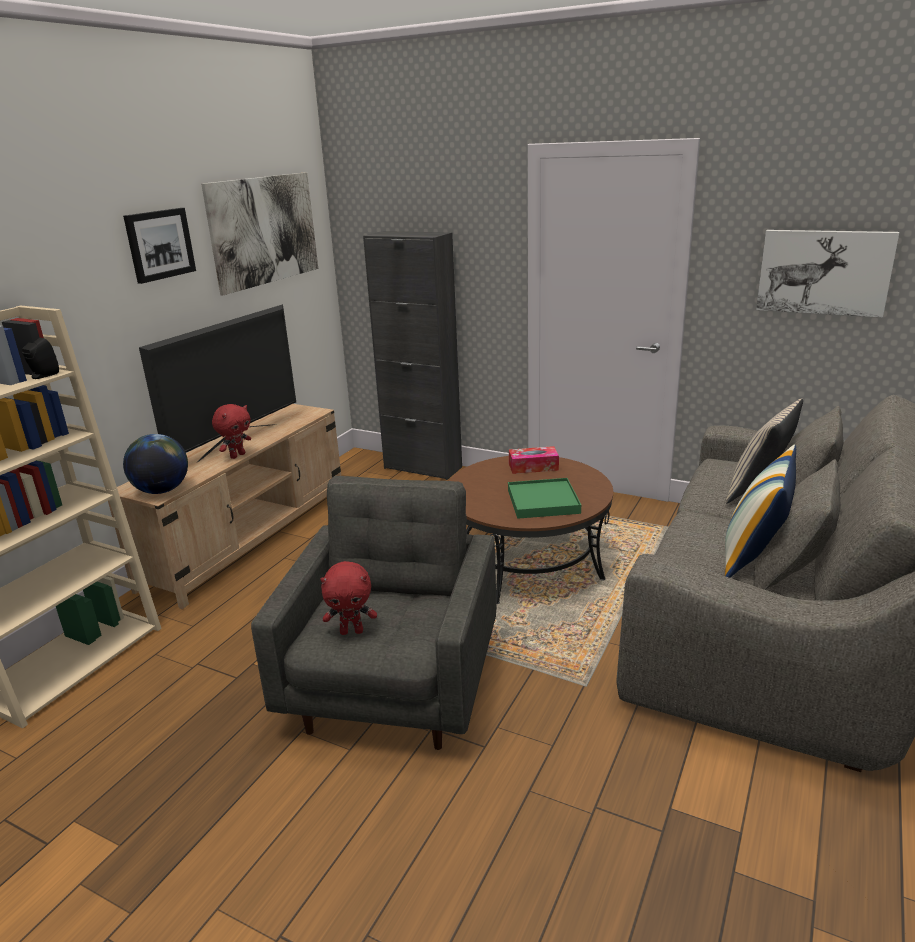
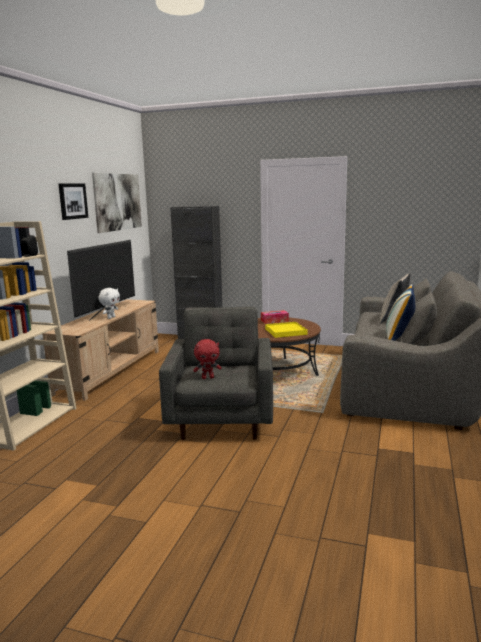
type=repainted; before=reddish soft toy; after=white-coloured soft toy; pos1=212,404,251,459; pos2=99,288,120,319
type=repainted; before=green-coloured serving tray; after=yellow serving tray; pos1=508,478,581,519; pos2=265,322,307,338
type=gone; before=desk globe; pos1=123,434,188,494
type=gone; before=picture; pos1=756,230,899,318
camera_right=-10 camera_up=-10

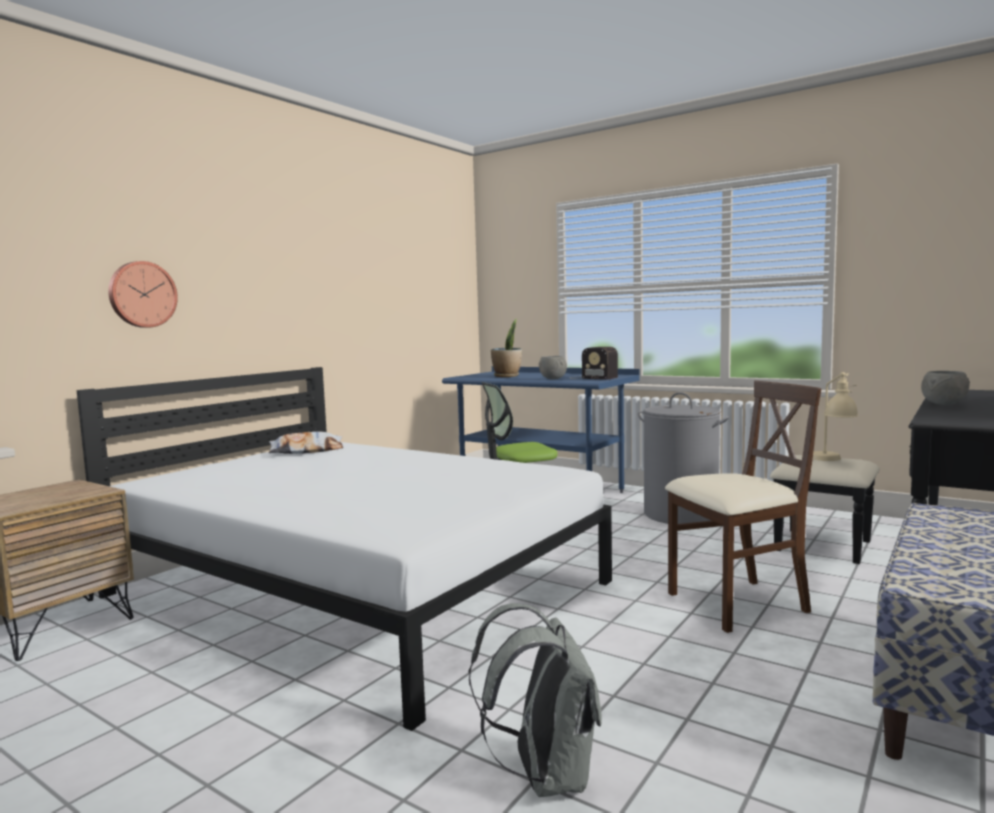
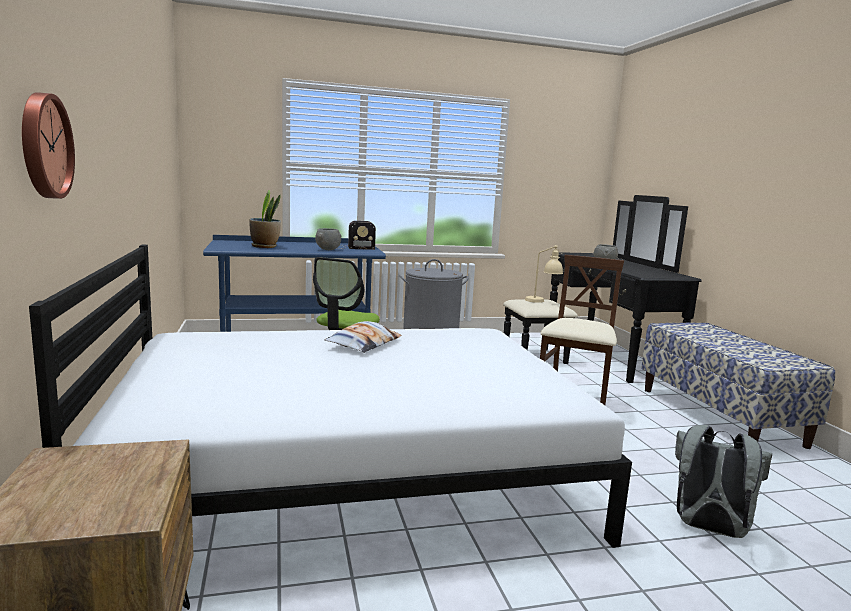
type=shifted; before=cushion; pos1=269,432,343,454; pos2=324,321,402,353
camera_right=-50 camera_up=5

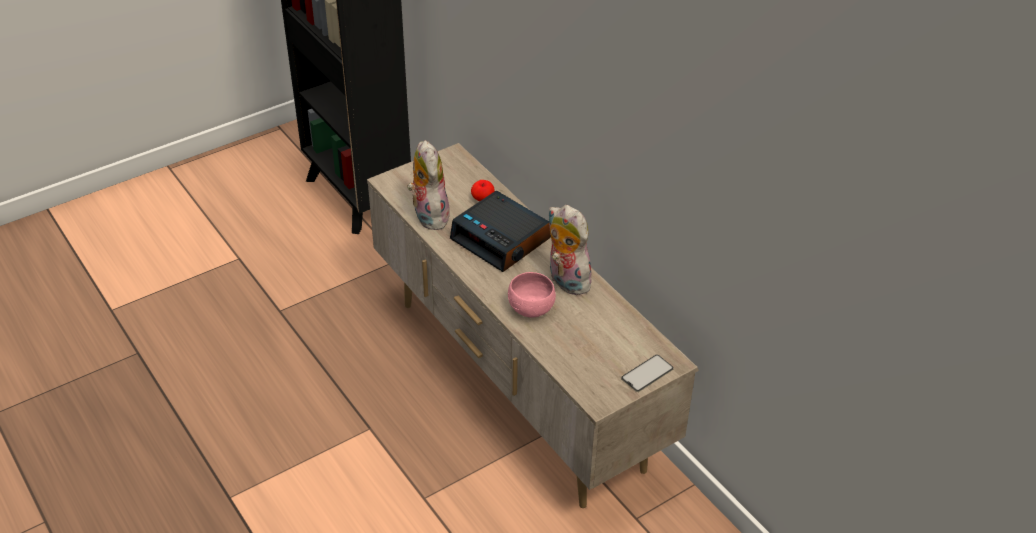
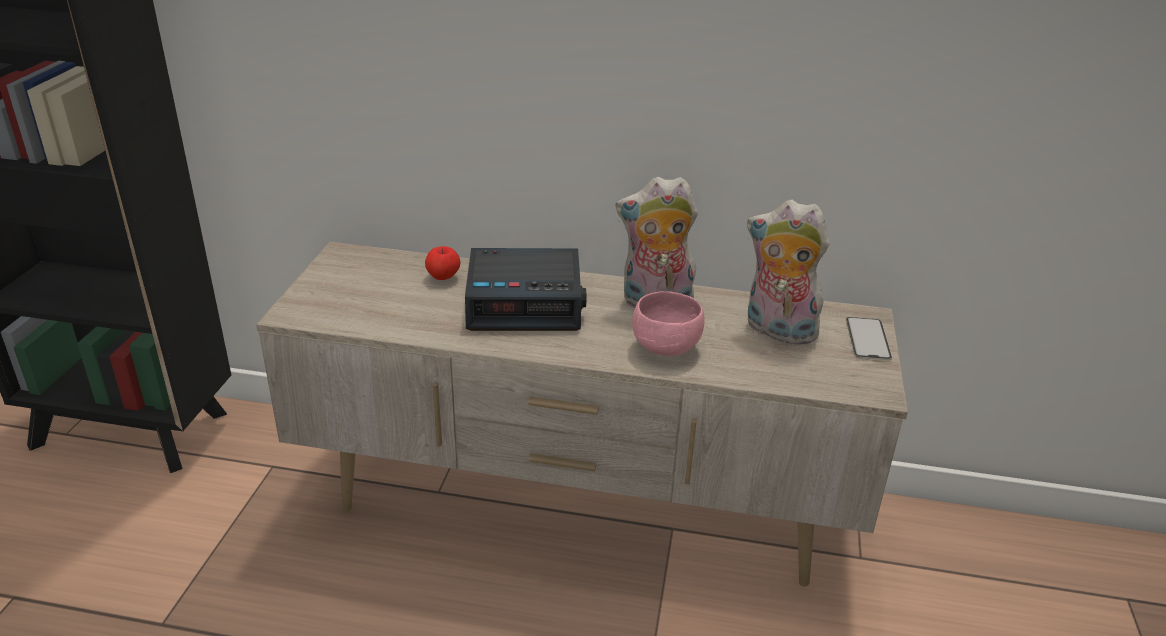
type=shifted; before=soft toy; pos1=407,140,450,230; pos2=747,200,830,345
camera_right=-45 camera_up=-10

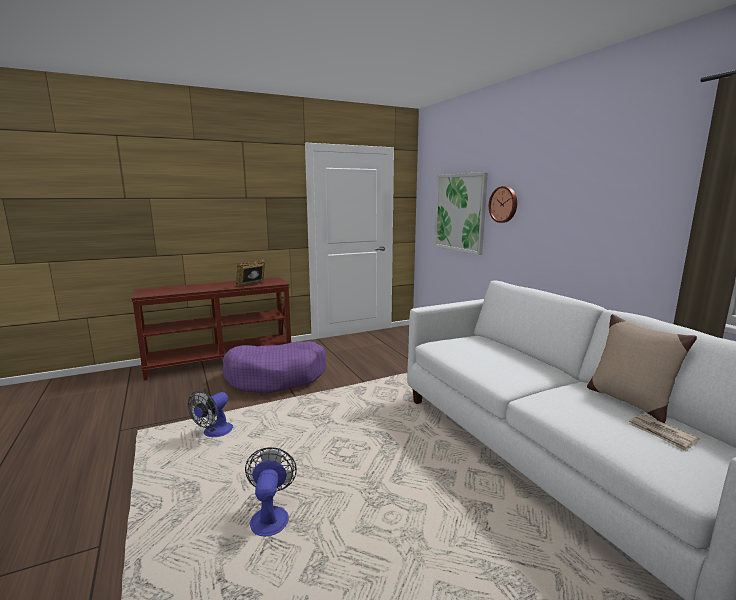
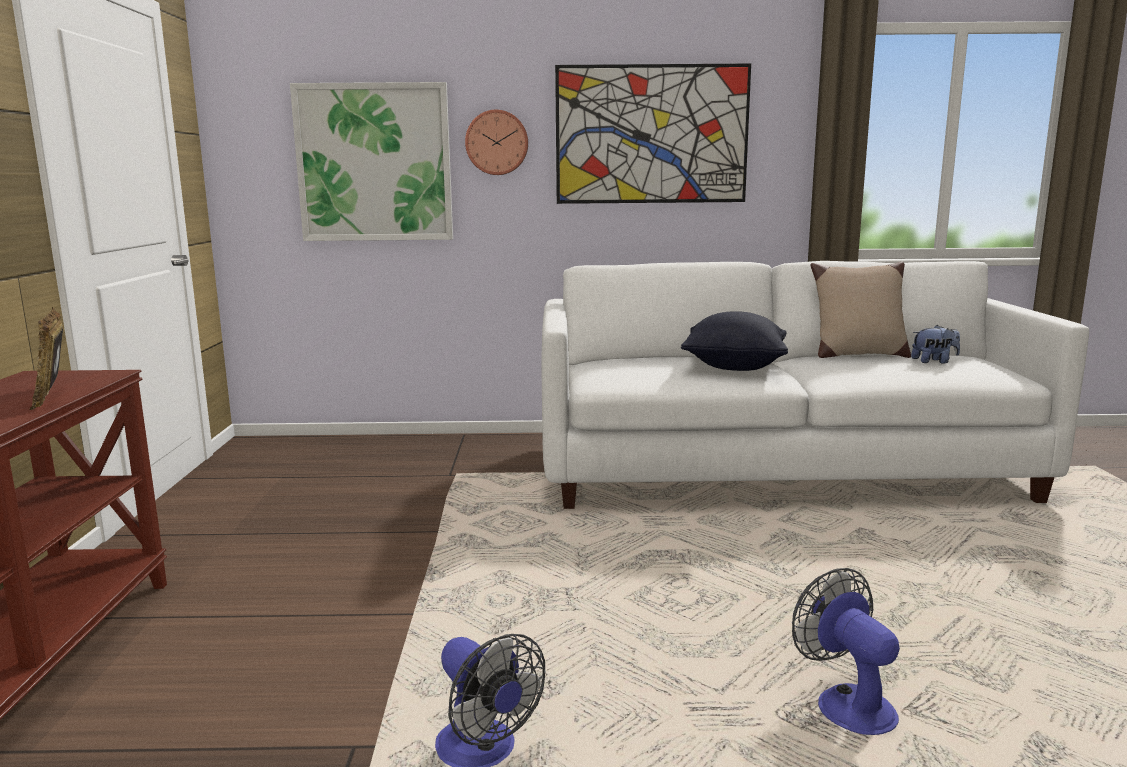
type=new; after=picture; pos2=555,63,751,204
type=new; after=black-coloured cushion; pos2=681,311,788,371
type=rotated; before=electric fan; pos1=245,447,297,536; pos2=792,568,900,735; turn=45
type=swapped; before=newspaper; after=soft toy; pos1=629,414,700,452; pos2=911,325,960,364
type=gone; before=purplish pet bed; pos1=223,341,327,394
camera_right=-65 camera_up=0

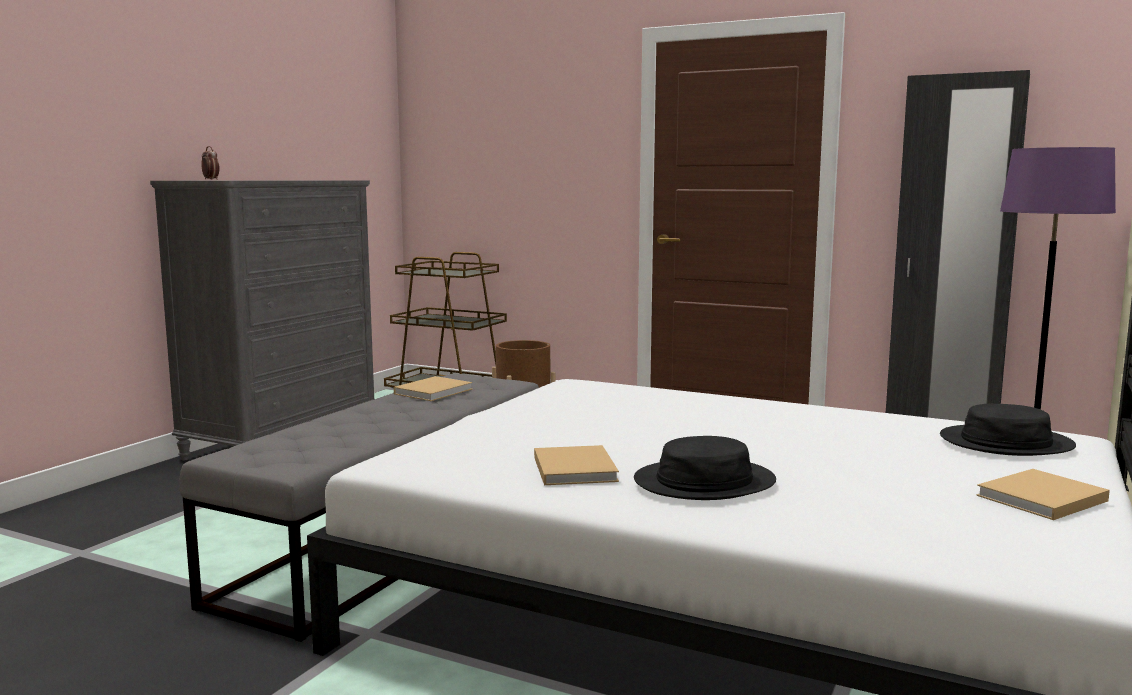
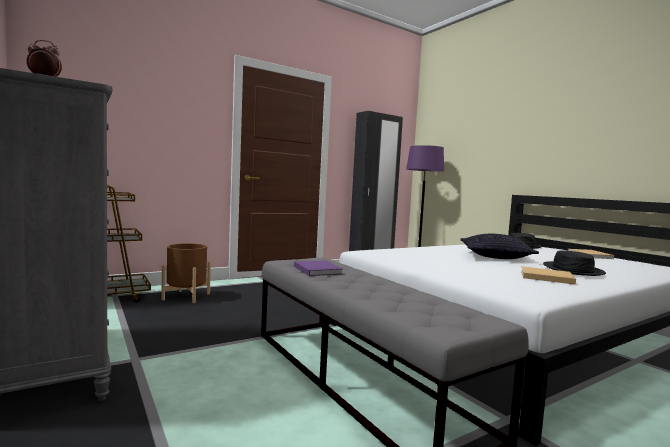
type=repainted; before=beige-coloured book; after=purplish book; pos1=394,376,472,401; pos2=294,260,343,276
type=new; after=cushion; pos2=461,234,539,259
camera_right=-60 camera_up=-5

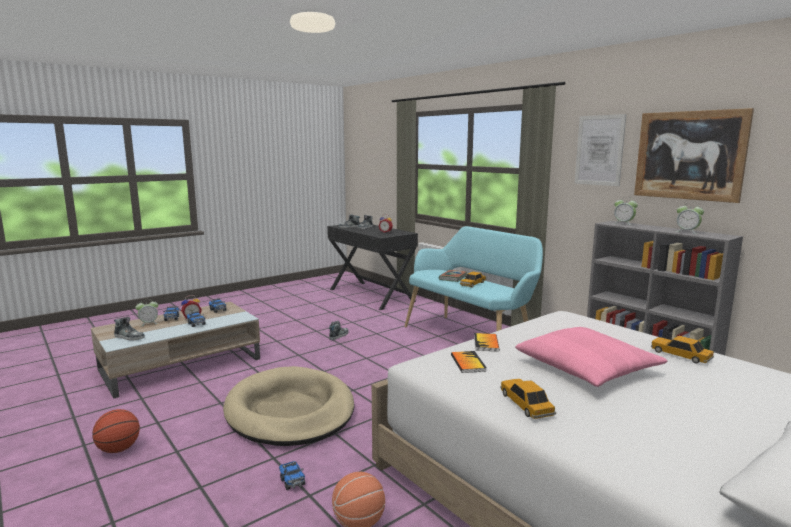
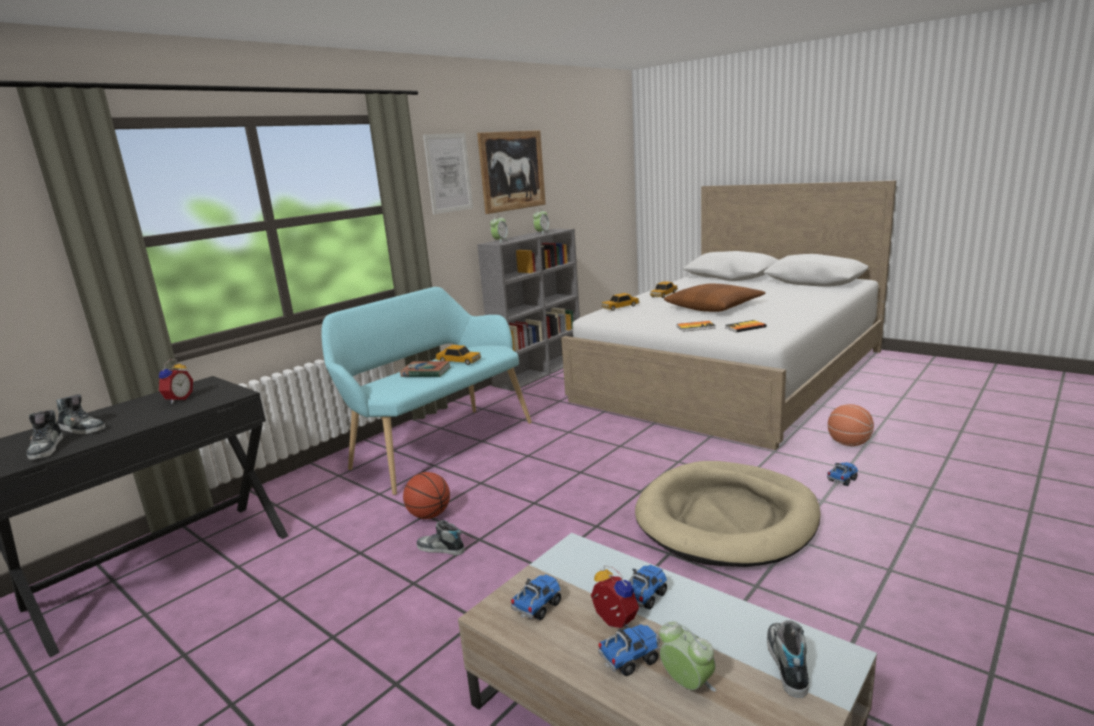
type=shifted; before=ball for basketball; pos1=92,409,140,453; pos2=403,472,450,519
type=shifted; before=model car; pos1=500,379,556,419; pos2=601,293,640,311
type=repainted; before=pinkish cushion; after=brownish cushion; pos1=515,327,667,387; pos2=664,284,765,312
camera_right=-100 camera_up=5

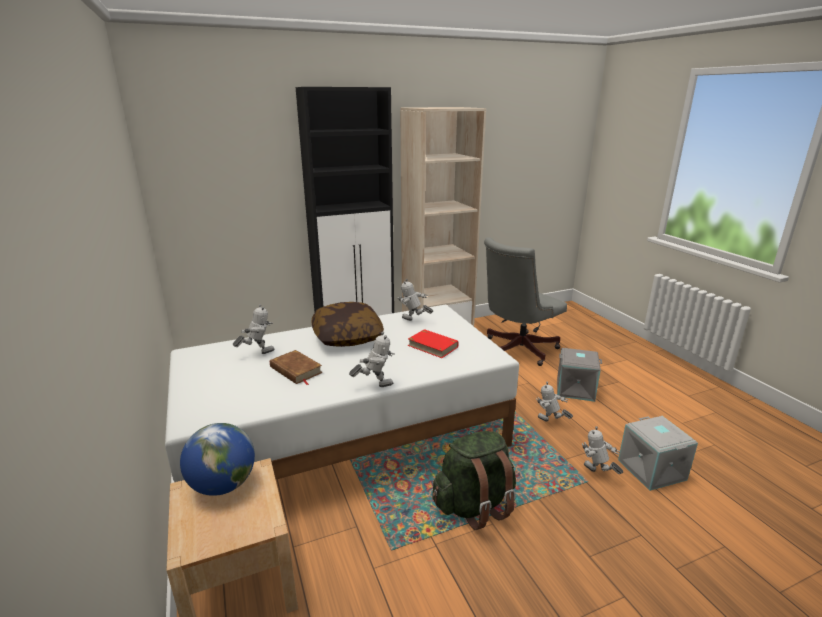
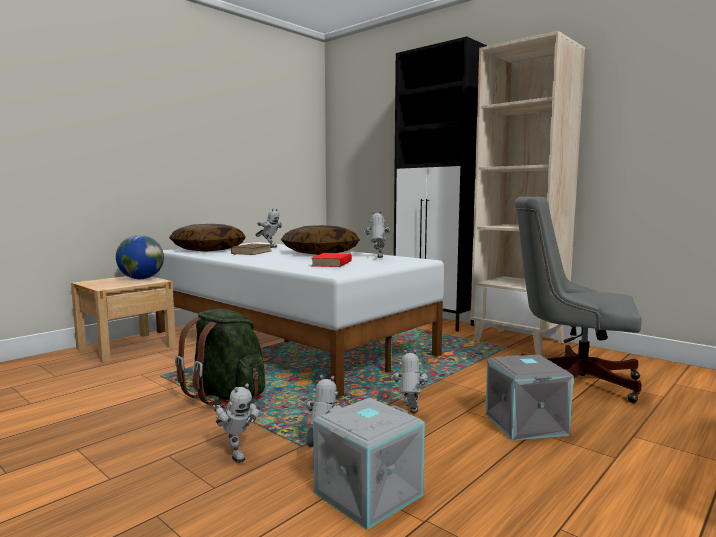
type=new; after=cushion; pos2=169,224,246,252
type=shifted; before=robot figure; pos1=349,332,394,387; pos2=213,384,261,463
camera_right=65 camera_up=-15

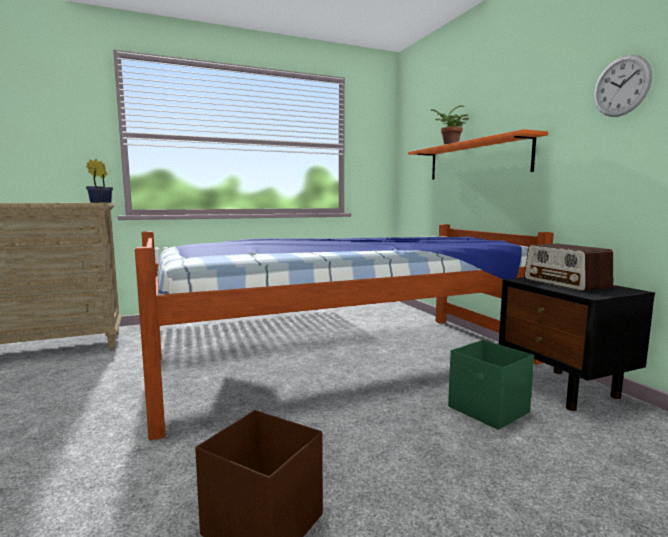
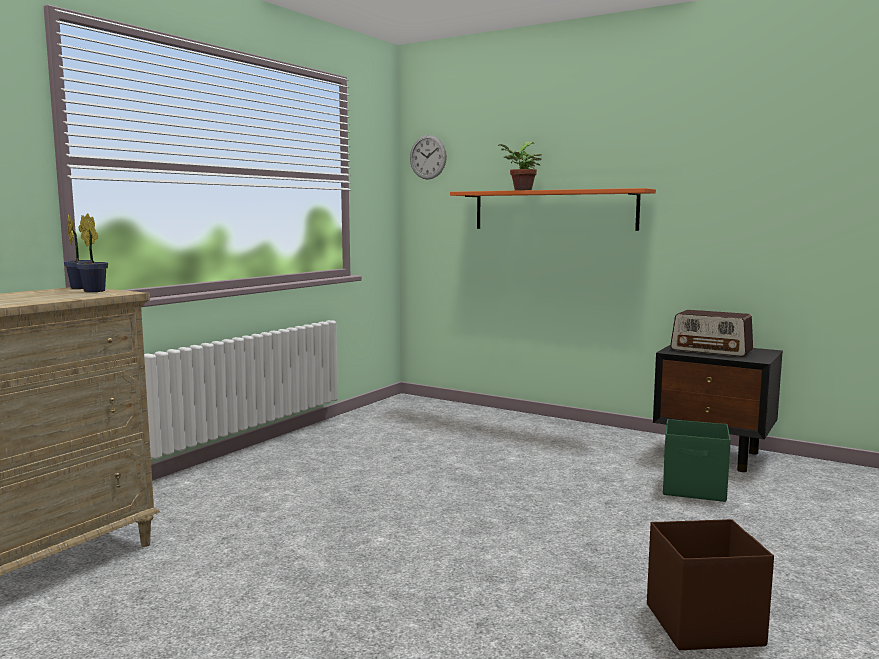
type=shifted; before=wall clock; pos1=594,55,652,117; pos2=410,135,447,180
type=gone; before=sleeping bed; pos1=135,224,554,440
camera_right=-35 camera_up=0

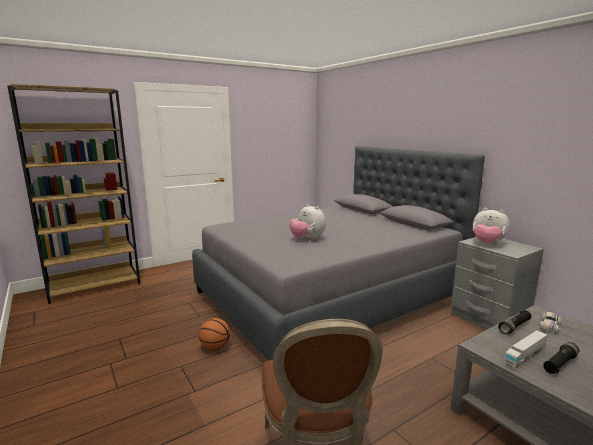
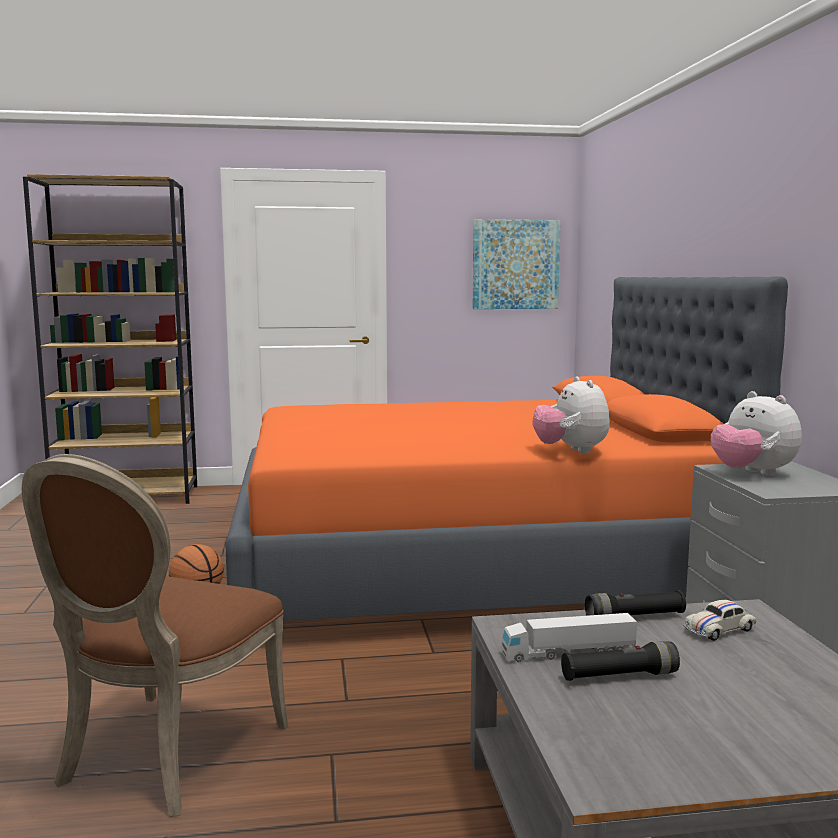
type=repainted; before=grey sleeping bed; after=orangey sleeping bed; pos1=192,146,485,360; pos2=226,276,788,621
type=new; after=picture; pos2=473,219,561,309
type=shifted; before=soft toy; pos1=289,204,326,240; pos2=532,376,610,453
camera_right=25 camera_up=-5

